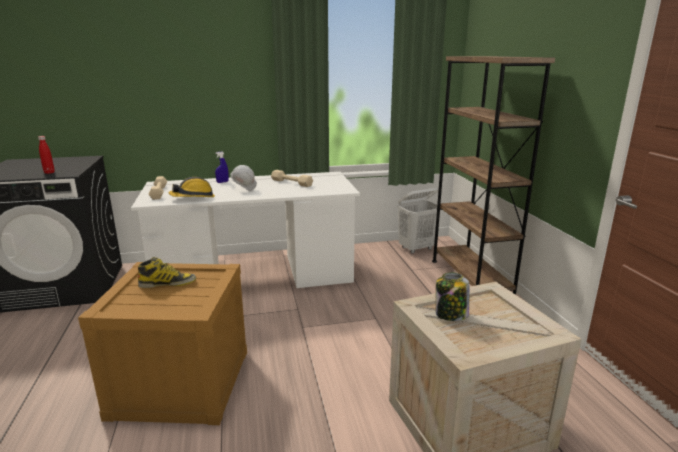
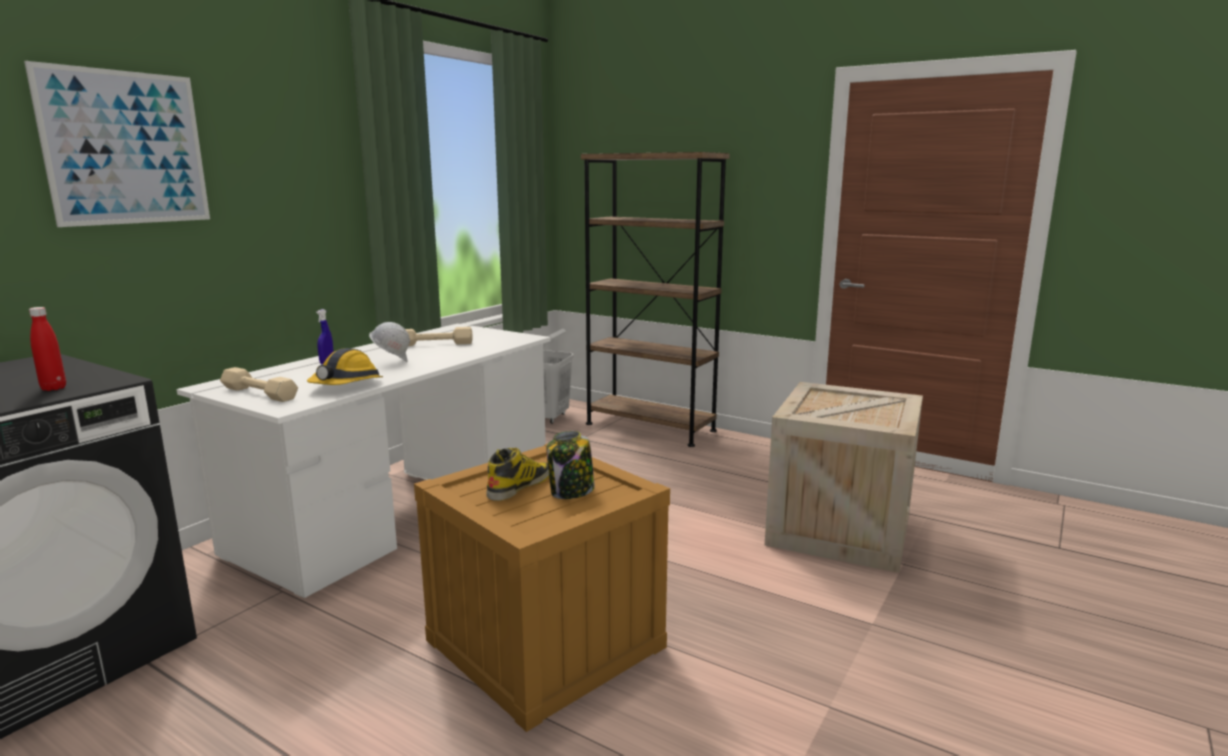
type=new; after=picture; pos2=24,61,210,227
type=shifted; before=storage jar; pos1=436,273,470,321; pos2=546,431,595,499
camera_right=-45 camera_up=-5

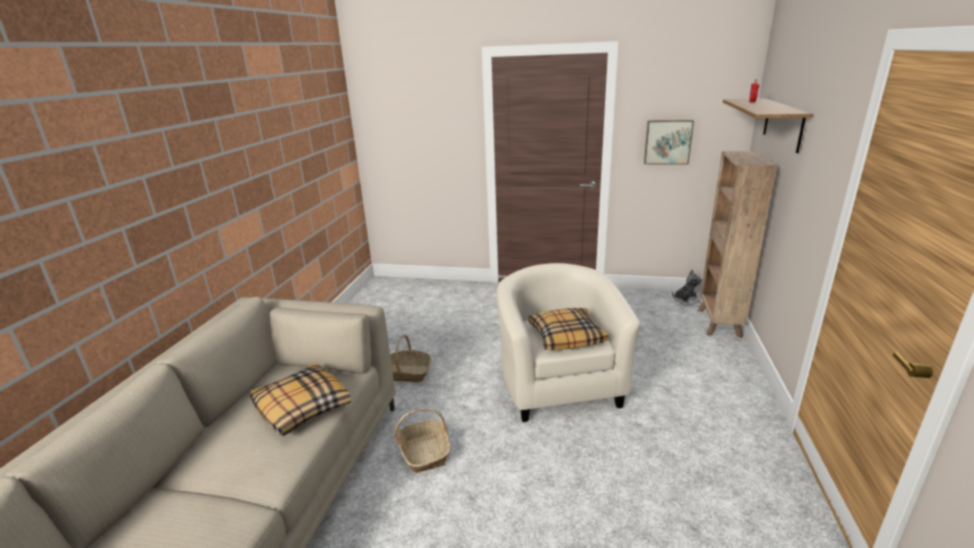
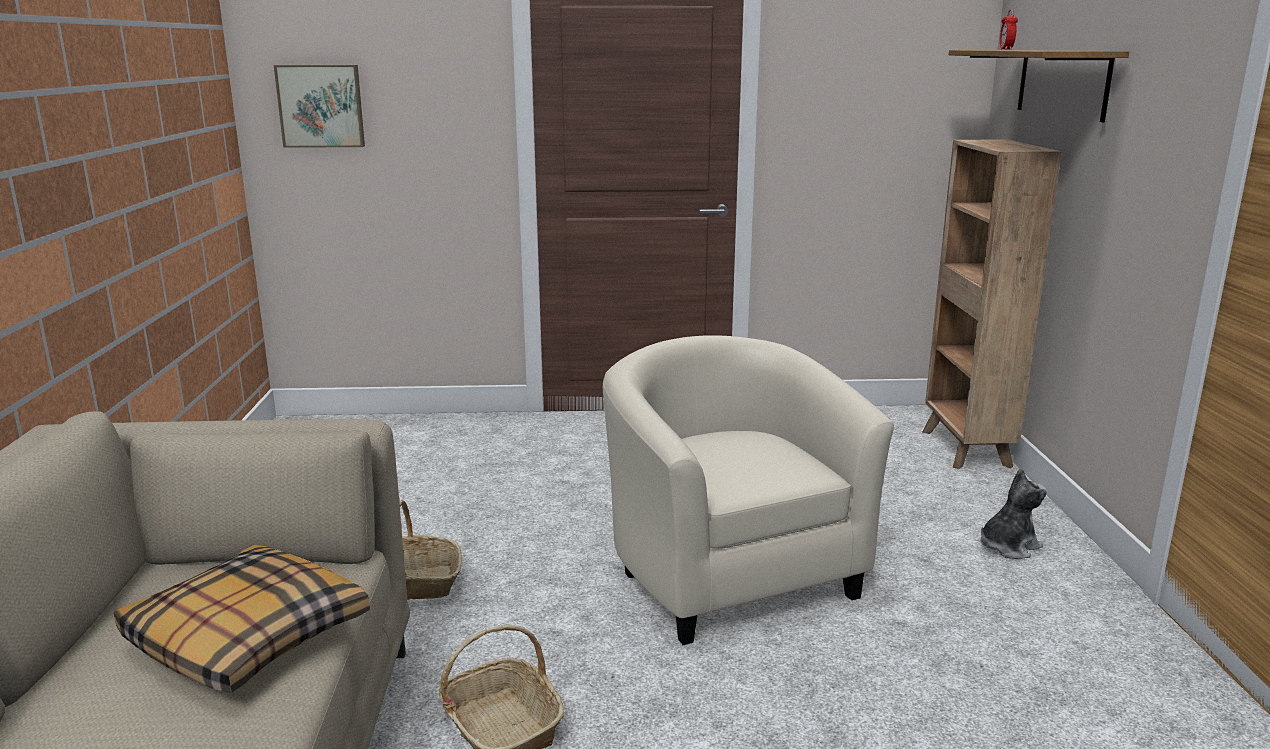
type=shifted; before=picture; pos1=644,120,694,165; pos2=274,65,365,148
type=shifted; before=soft toy; pos1=672,270,703,306; pos2=980,469,1047,559
type=gone; before=cushion; pos1=528,308,609,350
camera_right=-15 camera_up=-5

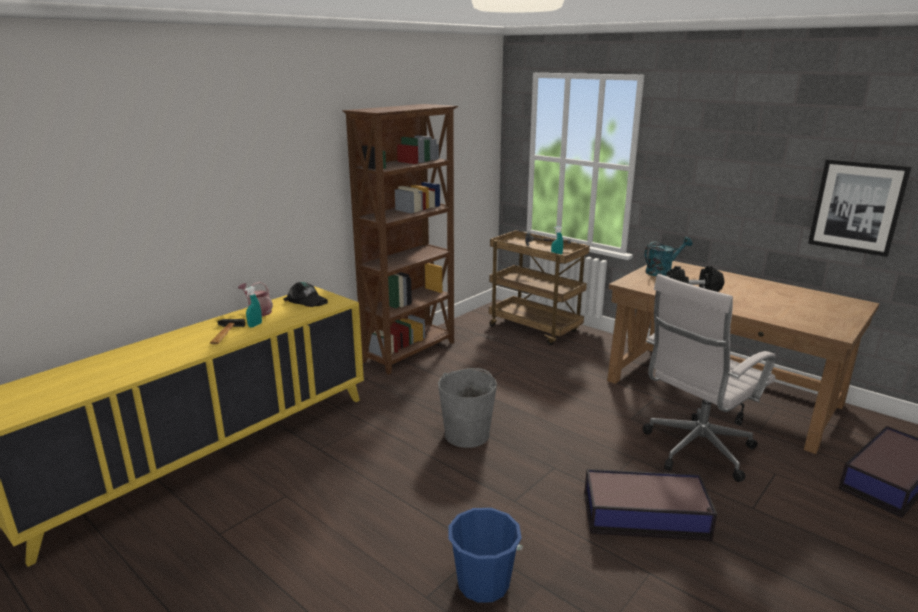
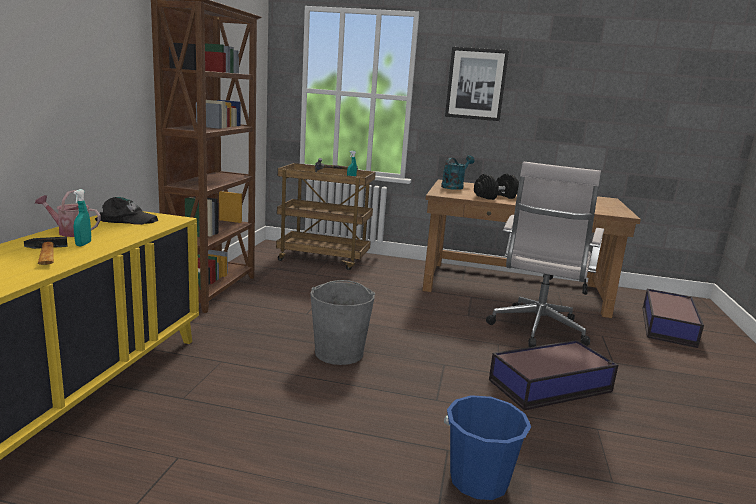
type=shifted; before=picture; pos1=808,159,911,257; pos2=445,47,509,121
camera_right=-30 camera_up=-5

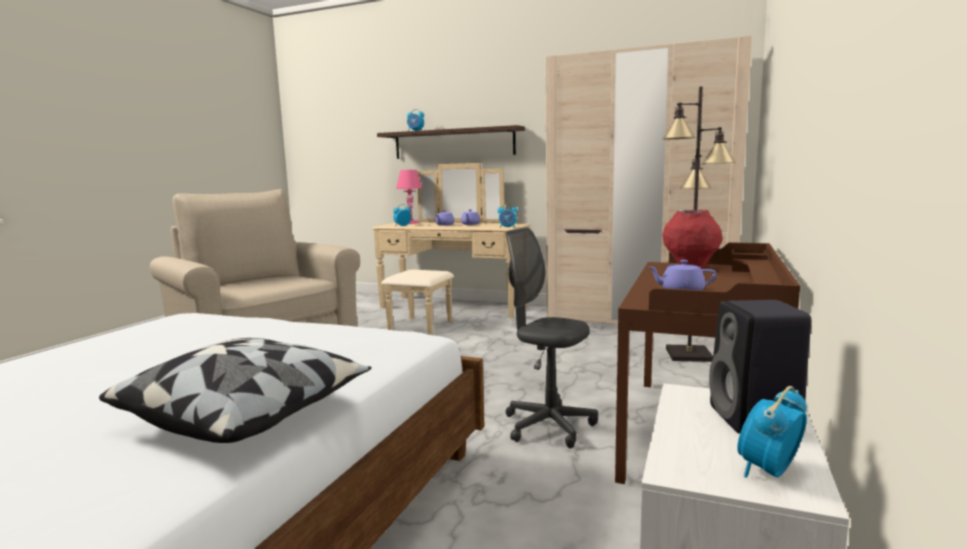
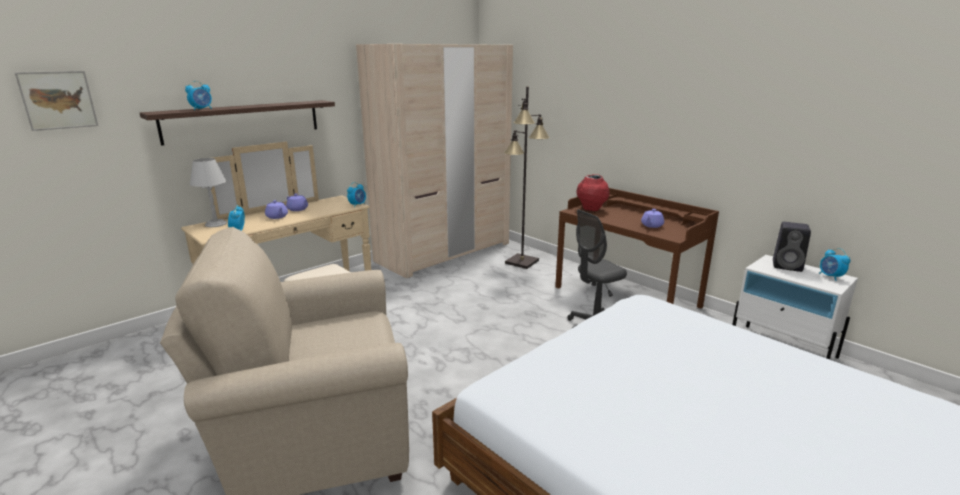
type=new; after=picture; pos2=14,71,99,131
type=repainted; before=pinkish lamp for a table; after=grey lamp for a table; pos1=396,170,423,224; pos2=190,158,227,227
type=gone; before=cushion; pos1=99,338,371,443
camera_right=-65 camera_up=10

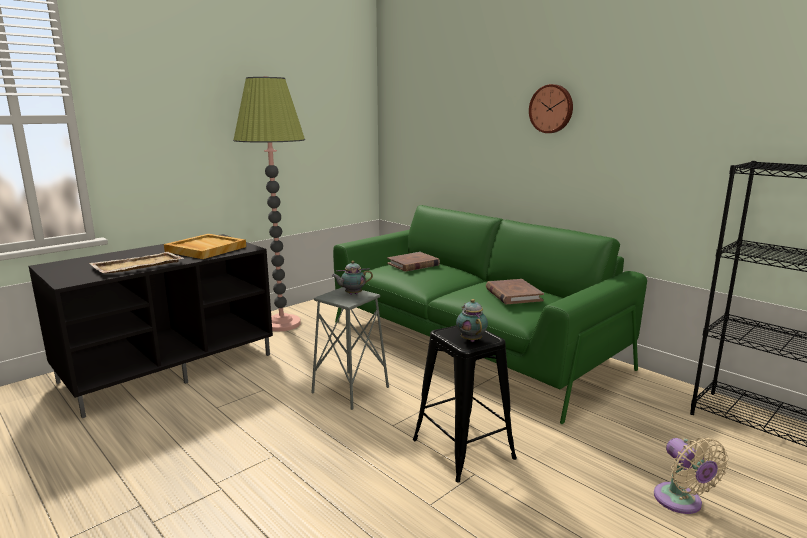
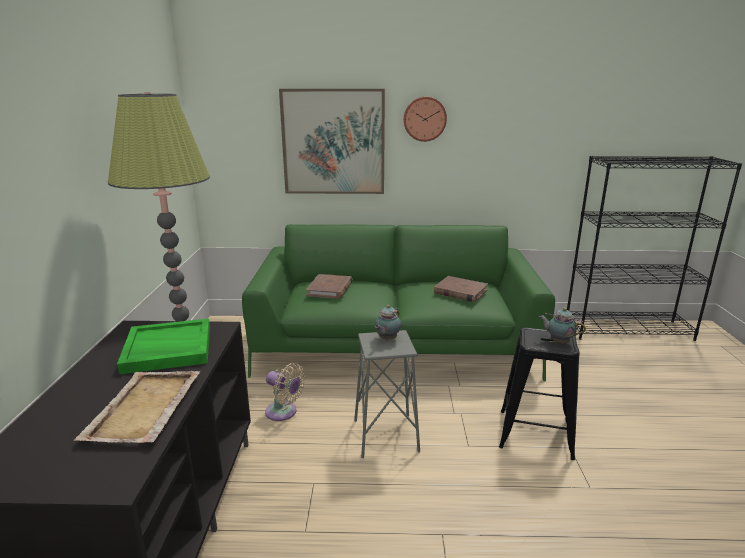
type=repainted; before=beige-coloured serving tray; after=green-coloured serving tray; pos1=164,234,246,259; pos2=117,319,210,374
type=shifted; before=beige-coloured electric fan; pos1=654,438,729,514; pos2=265,363,305,421
type=new; after=picture; pos2=279,89,385,194
camera_right=-45 camera_up=5

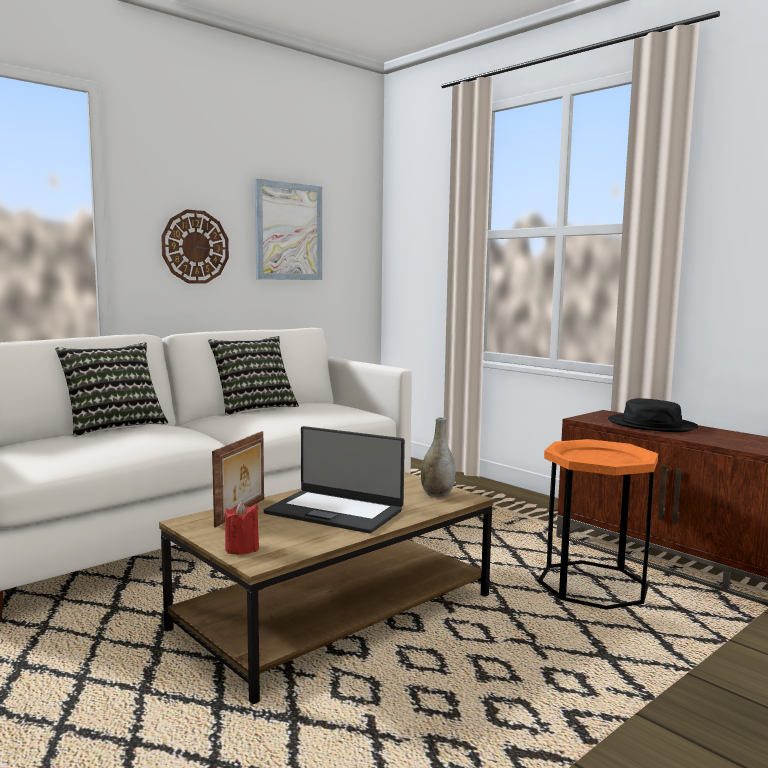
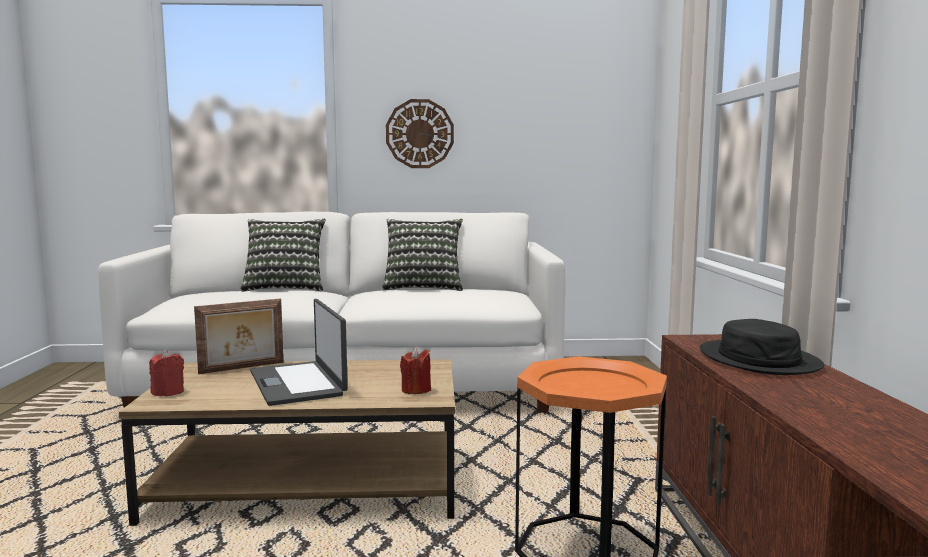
type=swapped; before=grey vase; after=reddish candle; pos1=421,417,456,497; pos2=400,348,431,394
type=gone; before=picture; pos1=255,179,322,280
camera_right=40 camera_up=0

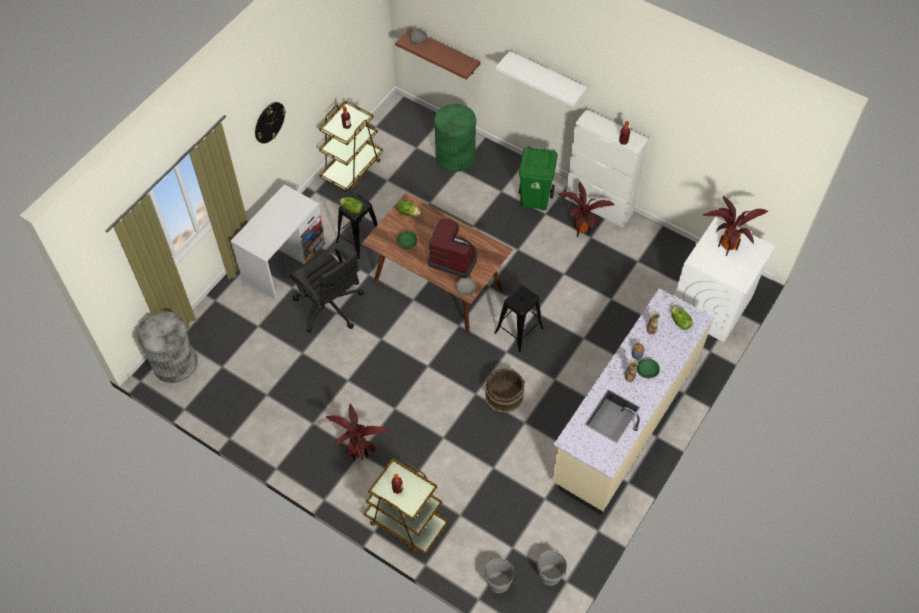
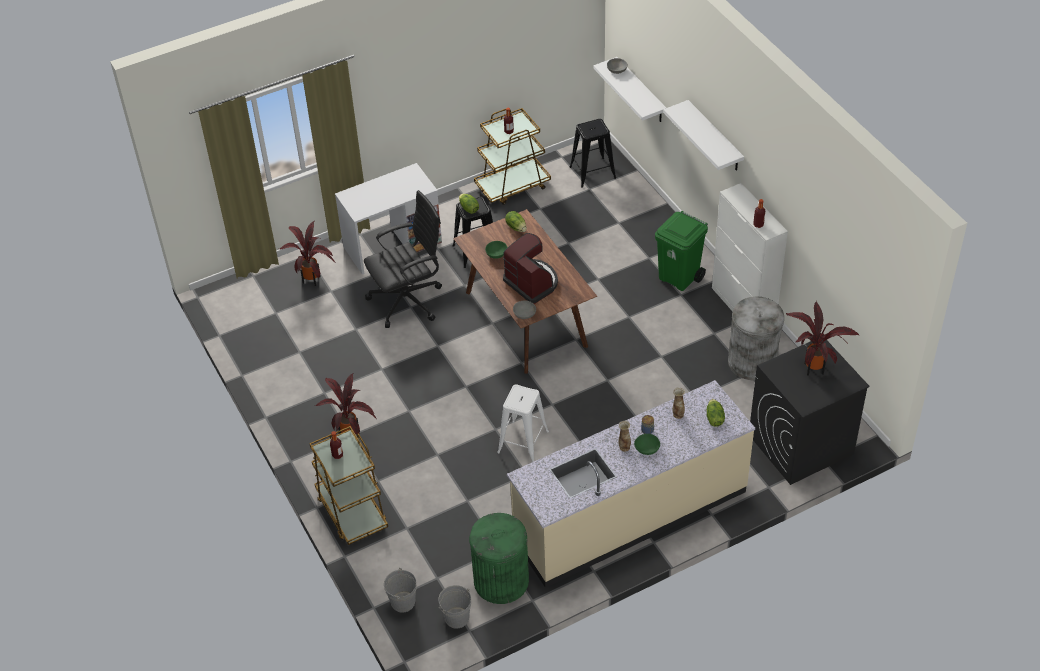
type=shifted; before=potted plant; pos1=558,182,616,237; pos2=280,221,335,286
type=rotated; before=black-coloured computer chair; pos1=289,247,364,333; pos2=364,190,442,328; turn=-105
type=shifted; before=green-coloured rubbish bin; pos1=434,104,476,172; pos2=469,513,529,604
type=swapped; before=brownish water bucket; after=white-coloured stool; pos1=485,368,525,413; pos2=497,385,549,462
type=shifted; before=black-coloured stool; pos1=494,285,543,352; pos2=570,119,616,188
type=repainted; before=brownish bracket shelf; after=white-coloured bracket shelf; pos1=395,28,480,80; pos2=593,57,666,122
type=shifted; before=grey rubbish bin; pos1=138,311,198,383; pos2=728,297,784,381
type=repainted; before=white-coloured laundry appliance; after=black-coloured laundry appliance; pos1=674,217,775,342; pos2=750,339,870,485
type=gone; before=wall clock; pos1=255,102,286,144
camera_right=30 camera_up=-10

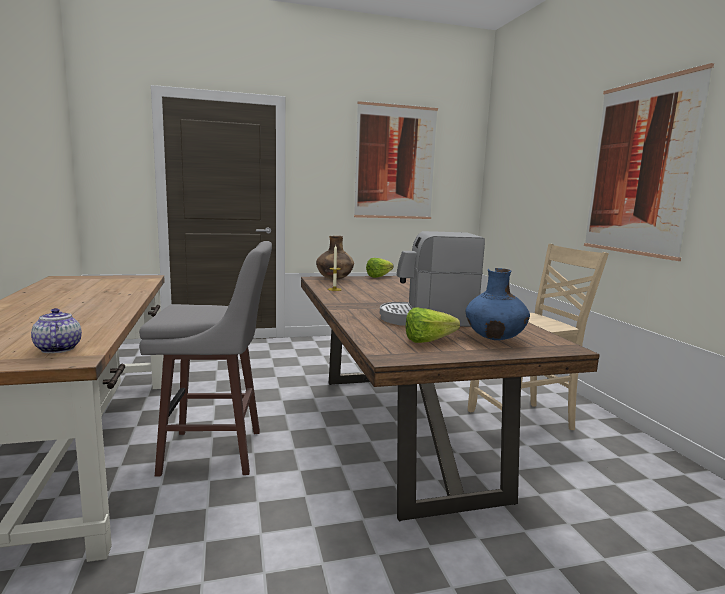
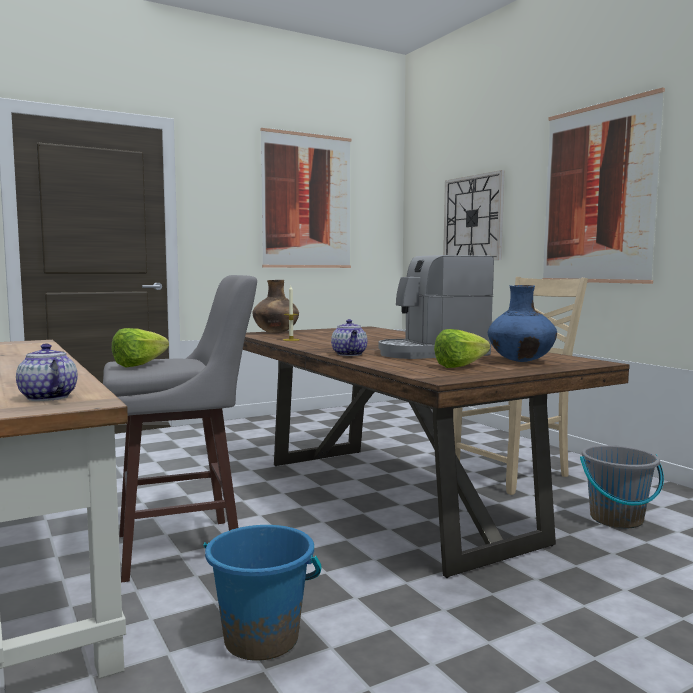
type=shifted; before=lettuce; pos1=366,258,394,278; pos2=111,328,169,368
type=new; after=blue water bucket; pos2=203,525,322,661
type=new; after=tea pot; pos2=331,319,367,356
type=new; after=wall clock; pos2=443,170,504,260
type=new; after=grey water bucket; pos2=580,445,664,528
camera_right=-15 camera_up=-5

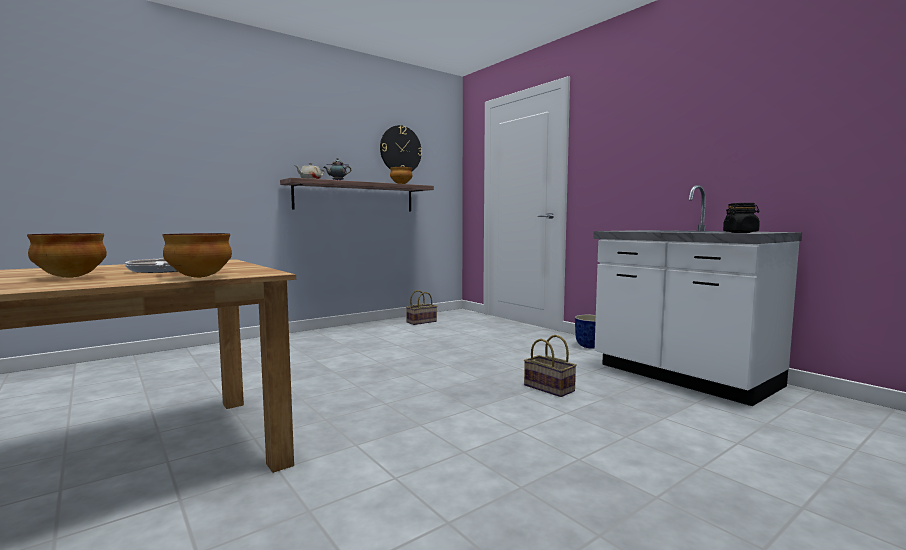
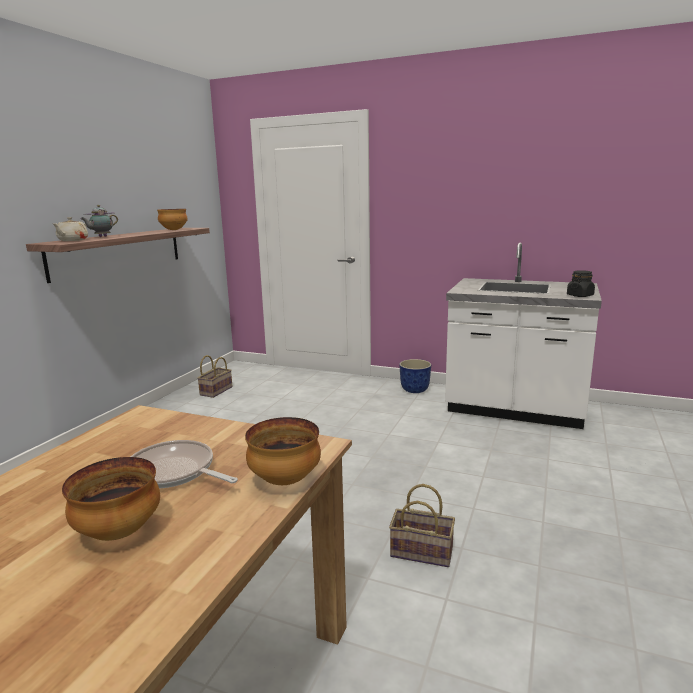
type=shifted; before=basket; pos1=524,335,577,397; pos2=389,484,455,567
type=gone; before=wall clock; pos1=380,125,422,171
camera_right=-30 camera_up=10

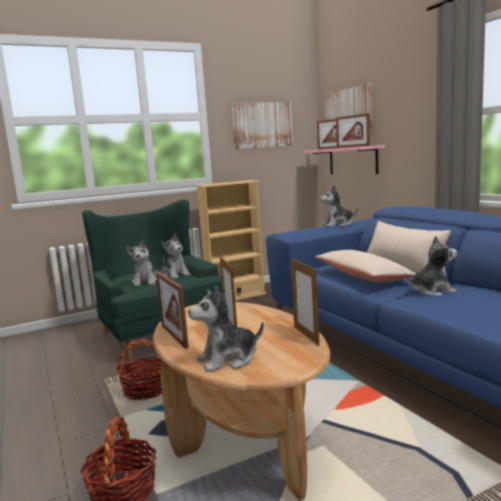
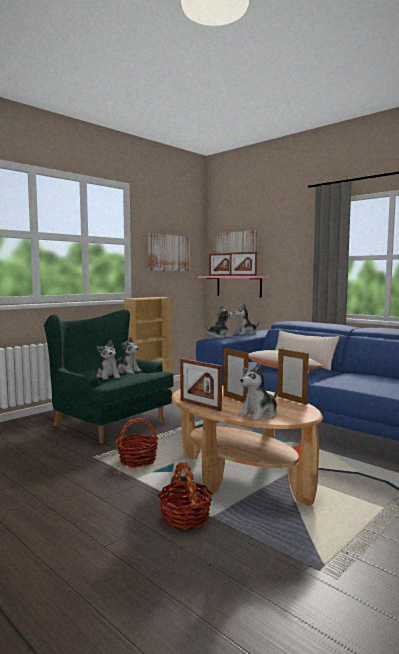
type=shifted; before=soft toy; pos1=405,236,457,296; pos2=205,305,233,338
camera_right=-20 camera_up=-5

